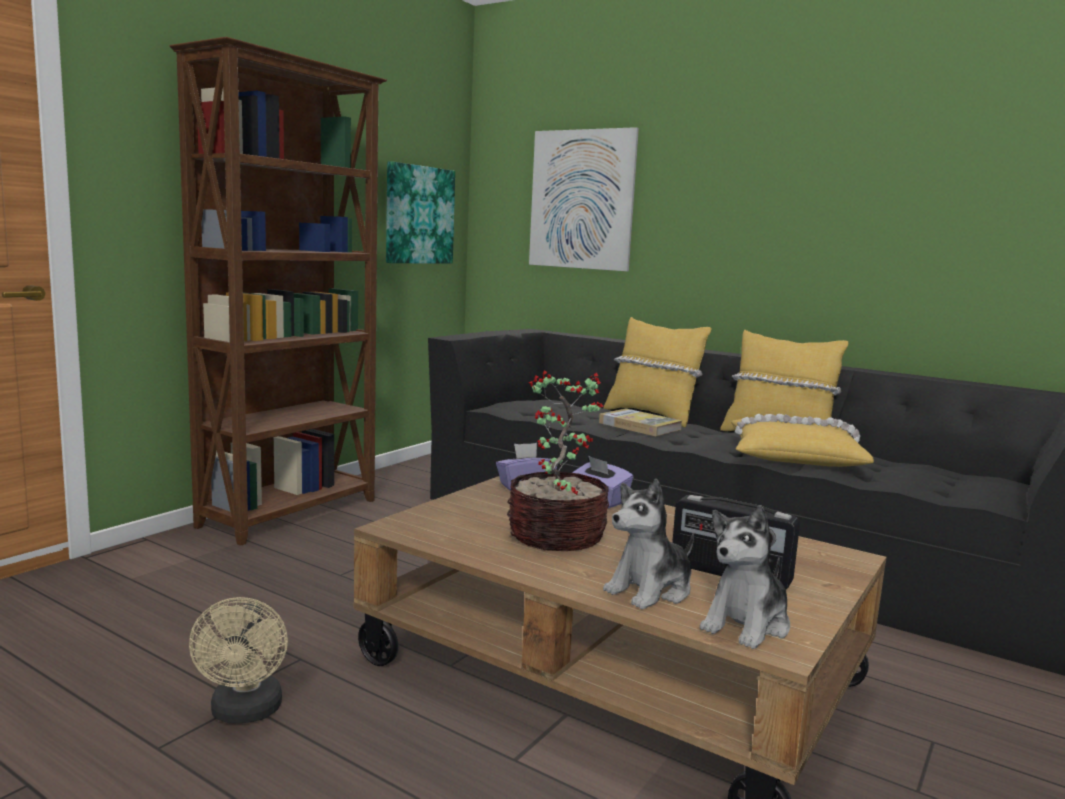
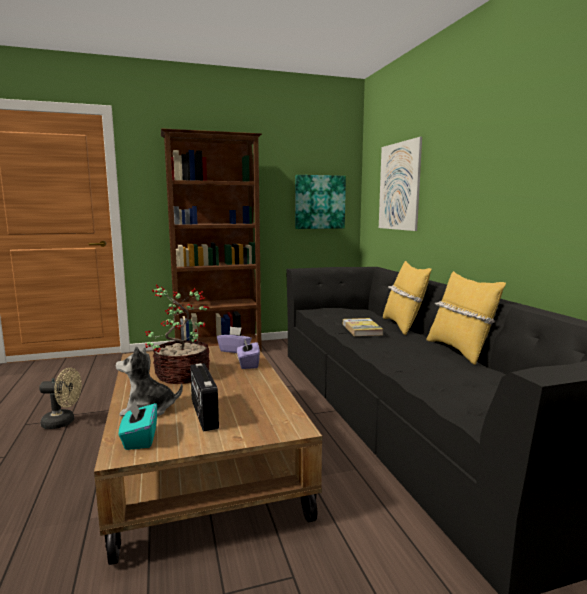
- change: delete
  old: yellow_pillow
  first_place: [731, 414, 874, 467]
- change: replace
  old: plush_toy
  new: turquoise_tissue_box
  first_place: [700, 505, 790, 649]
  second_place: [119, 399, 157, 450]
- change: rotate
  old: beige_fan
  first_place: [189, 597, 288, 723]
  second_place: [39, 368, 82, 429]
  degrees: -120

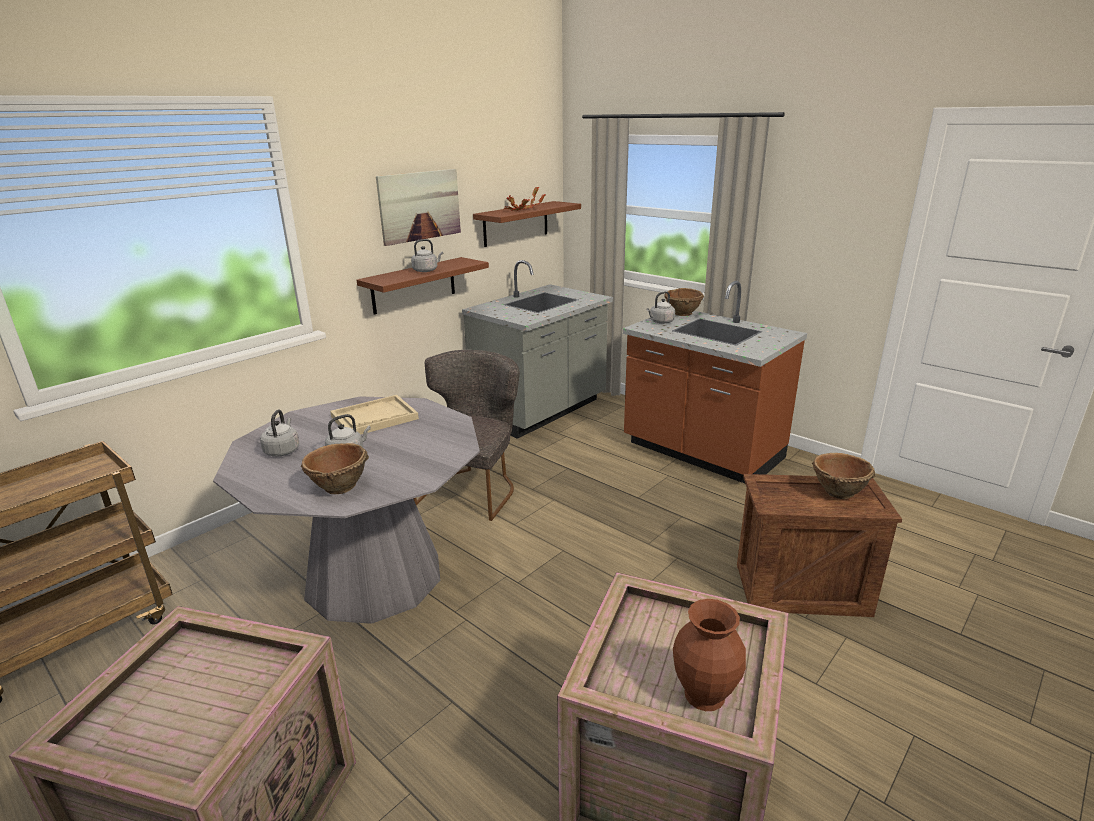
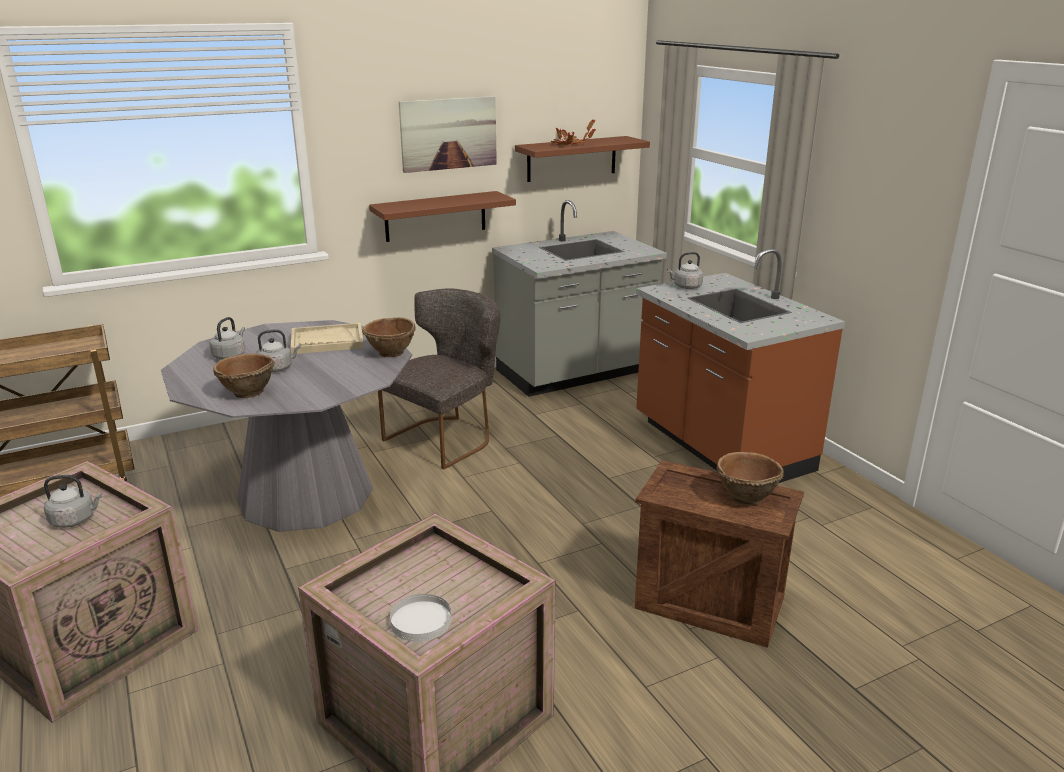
- change: move
  old: grey_kettle
  first_place: [411, 239, 443, 272]
  second_place: [44, 475, 102, 528]
- change: move
  old: brown_bowl
  first_place: [664, 288, 704, 316]
  second_place: [362, 317, 416, 357]
- change: replace
  old: brown_vase
  new: white_plate
  first_place: [673, 599, 746, 711]
  second_place: [390, 594, 451, 642]

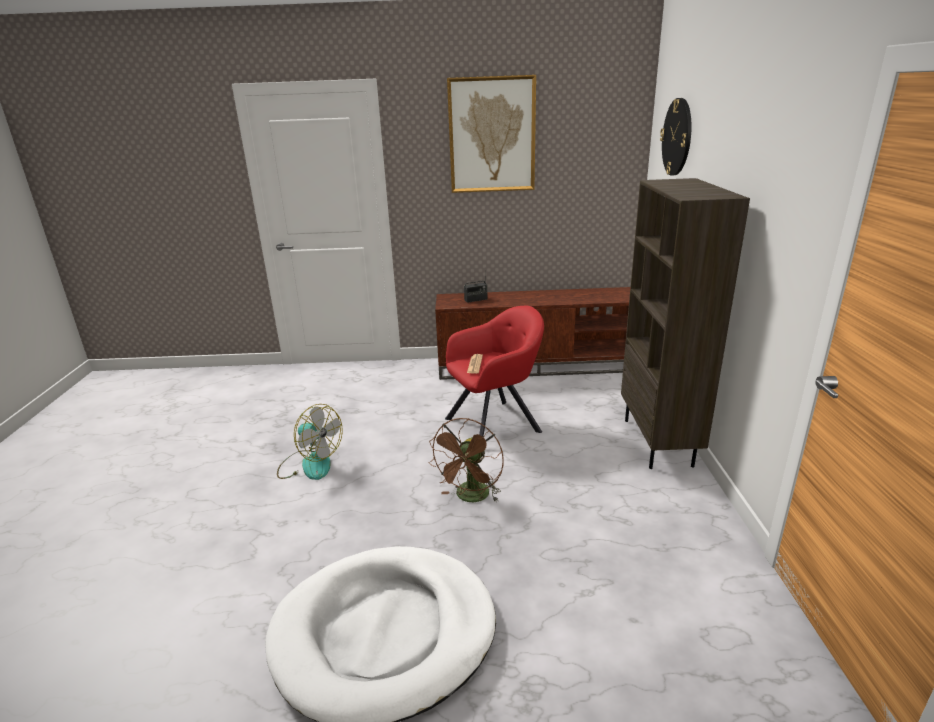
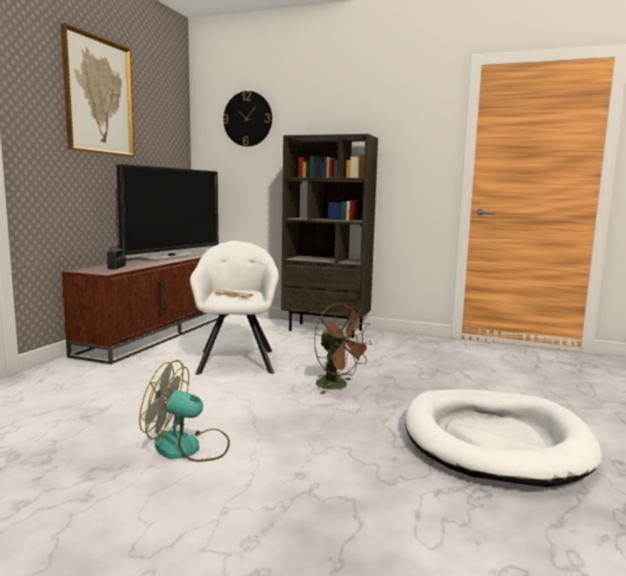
- change: recolor
  old: red_armchair
  new: white_armchair
  first_place: [445, 306, 544, 436]
  second_place: [190, 241, 279, 375]
- change: rotate
  old: fan
  first_place: [277, 404, 343, 480]
  second_place: [139, 360, 230, 462]
  degrees: -135
- change: insert
  new: television
  second_place: [116, 164, 218, 261]

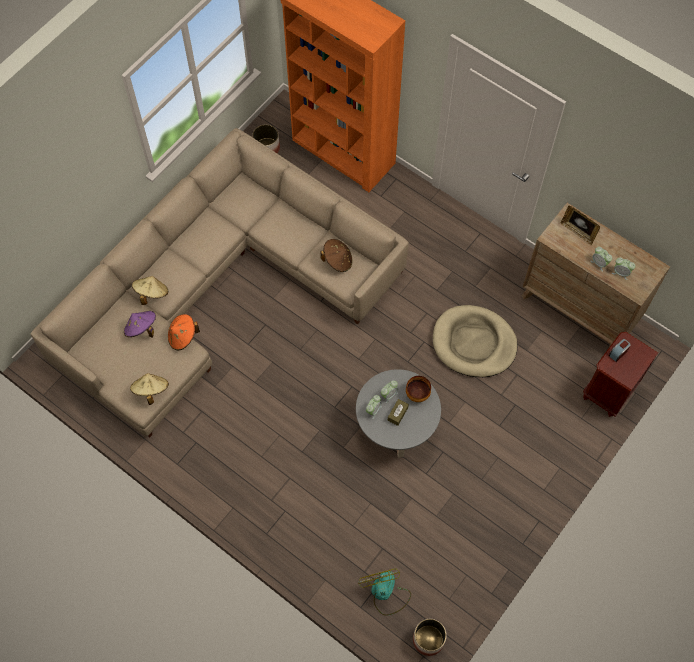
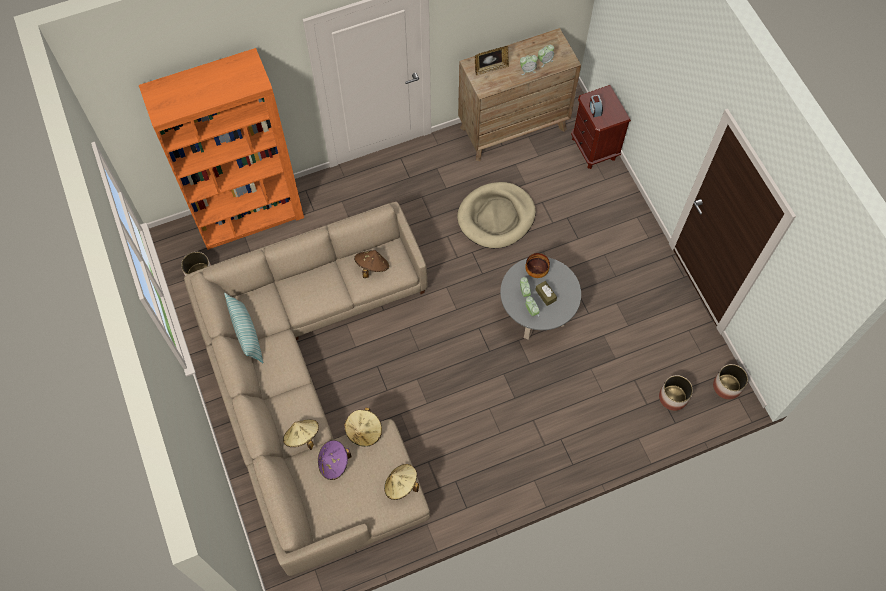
- change: recolor
  old: orange_hat
  new: beige_hat
  first_place: [168, 314, 200, 350]
  second_place: [345, 407, 382, 447]
- change: replace
  old: fan
  new: planter
  first_place: [358, 568, 411, 616]
  second_place: [659, 375, 693, 411]
- change: insert
  new: pillow
  second_place: [224, 293, 263, 363]

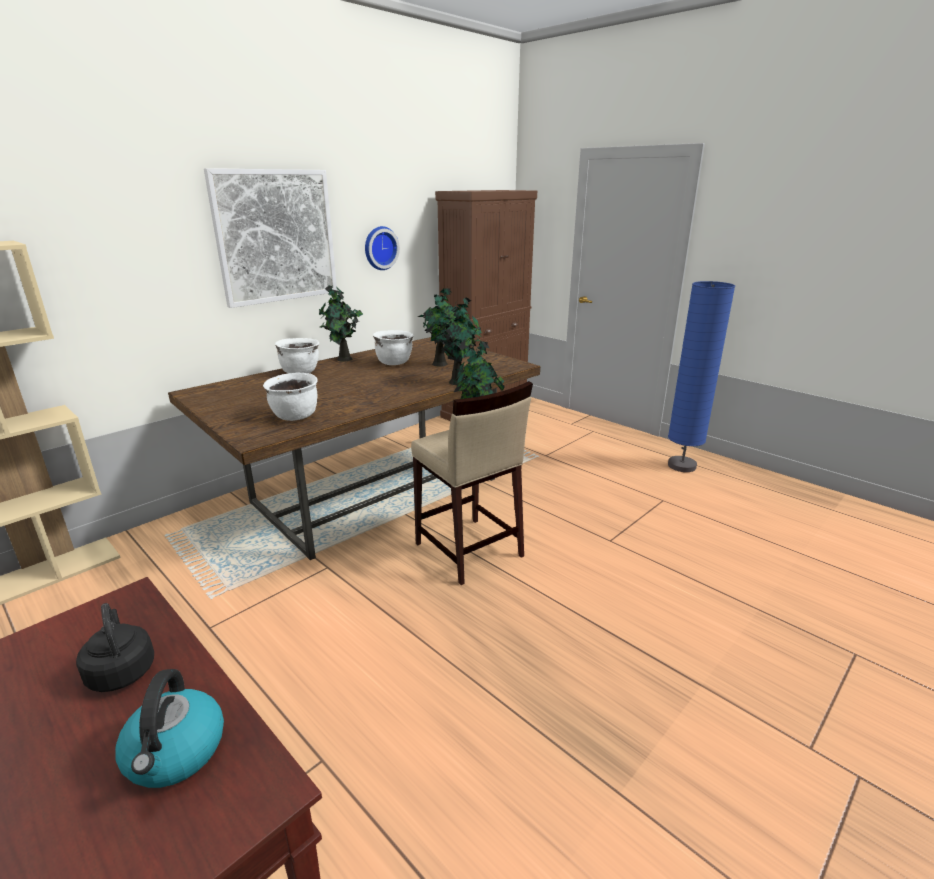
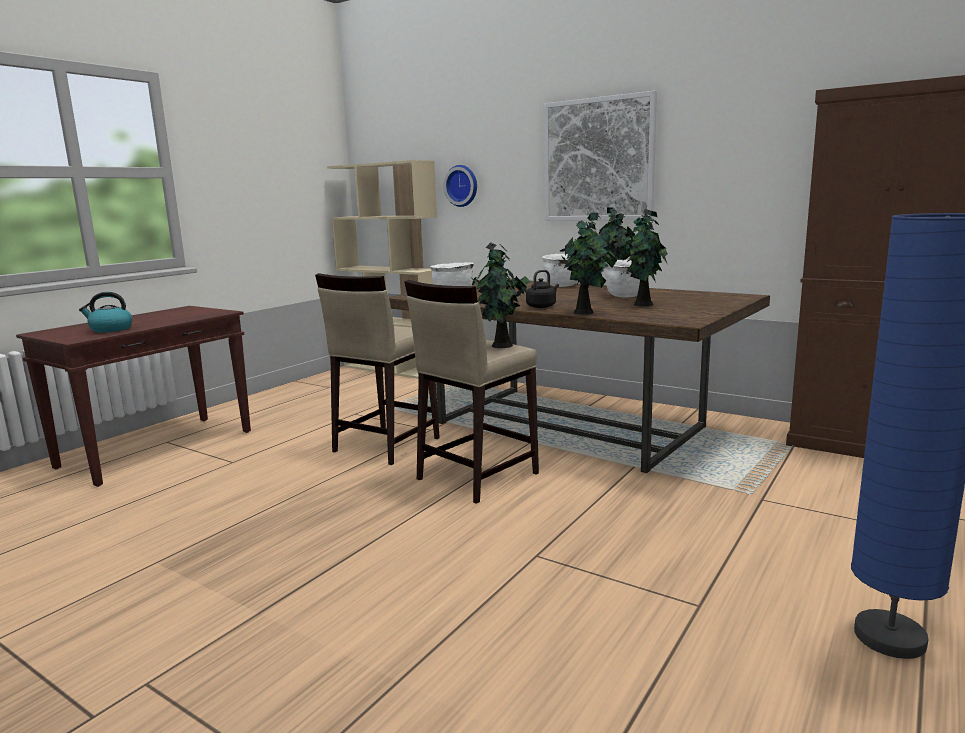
- change: move
  old: wall_clock
  first_place: [365, 226, 400, 270]
  second_place: [443, 165, 477, 207]
- change: move
  old: black_kettle
  first_place: [76, 603, 154, 692]
  second_place: [526, 270, 559, 308]
- change: insert
  new: beige_stool
  second_place: [315, 273, 440, 465]

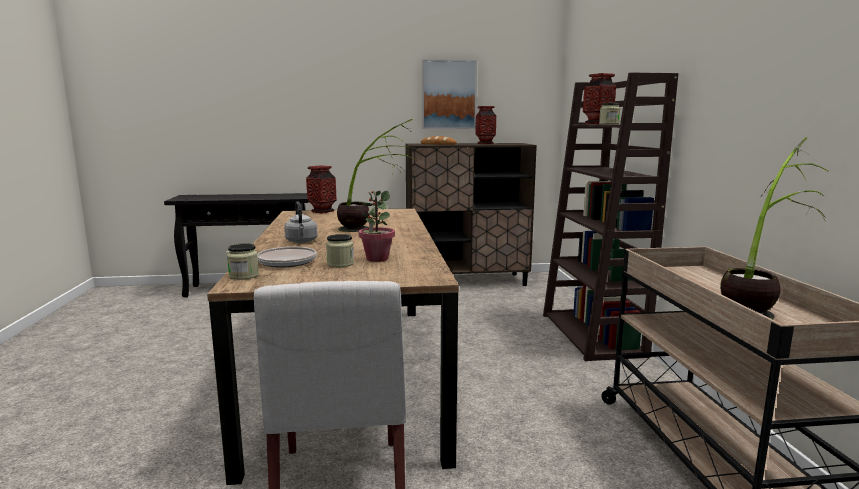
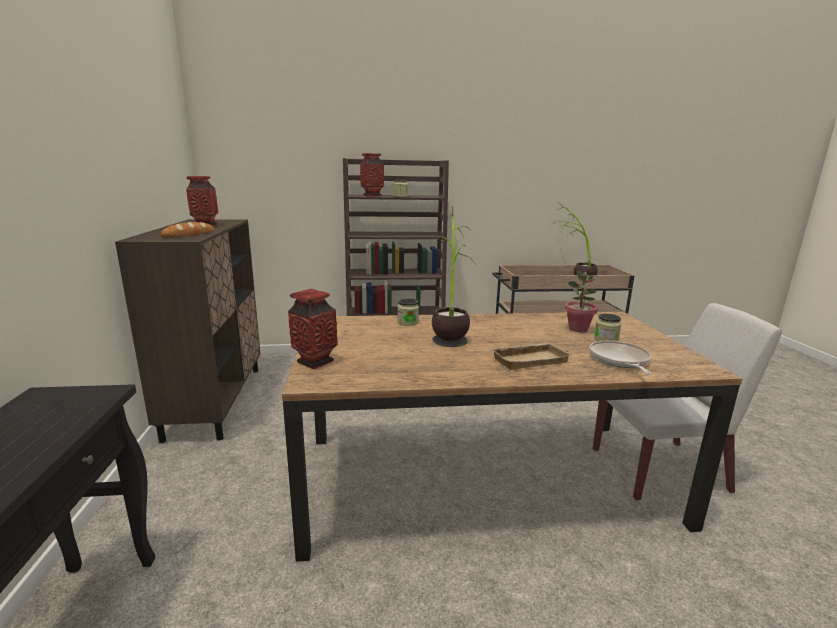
- change: delete
  old: picture
  first_place: [422, 60, 477, 129]
- change: replace
  old: grey_kettle
  new: beige_tray
  first_place: [284, 201, 318, 243]
  second_place: [491, 343, 571, 370]
- change: move
  old: jar
  first_place: [227, 243, 259, 280]
  second_place: [397, 298, 419, 326]

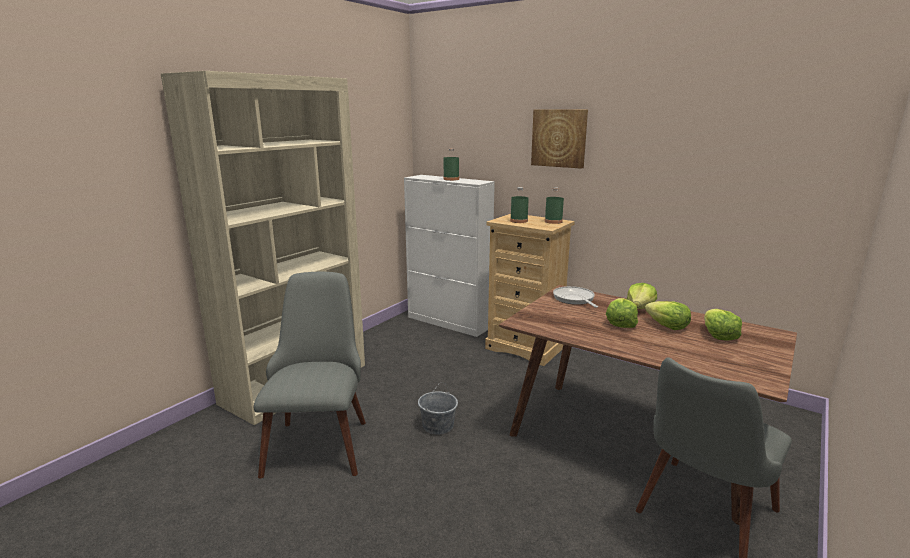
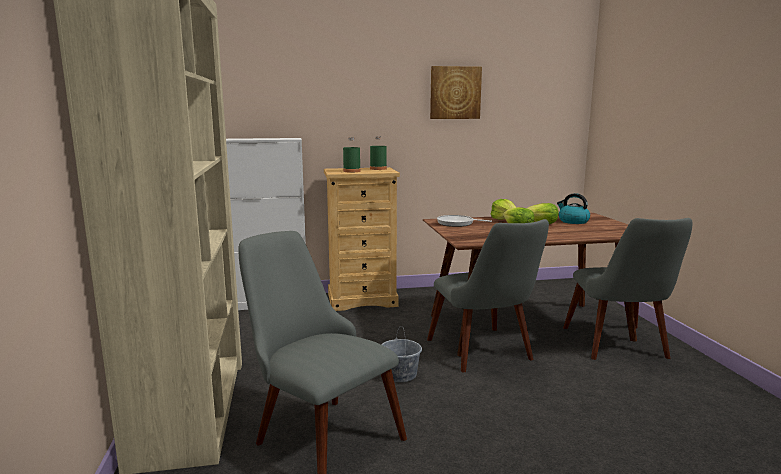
- change: move
  old: picture
  first_place: [531, 109, 588, 169]
  second_place: [430, 66, 482, 119]
- change: delete
  old: green_bottle
  first_place: [443, 148, 459, 181]
- change: replace
  old: lettuce
  new: kettle
  first_place: [704, 309, 742, 340]
  second_place: [557, 193, 590, 224]
- change: insert
  new: grey_chair
  second_place: [427, 219, 549, 372]

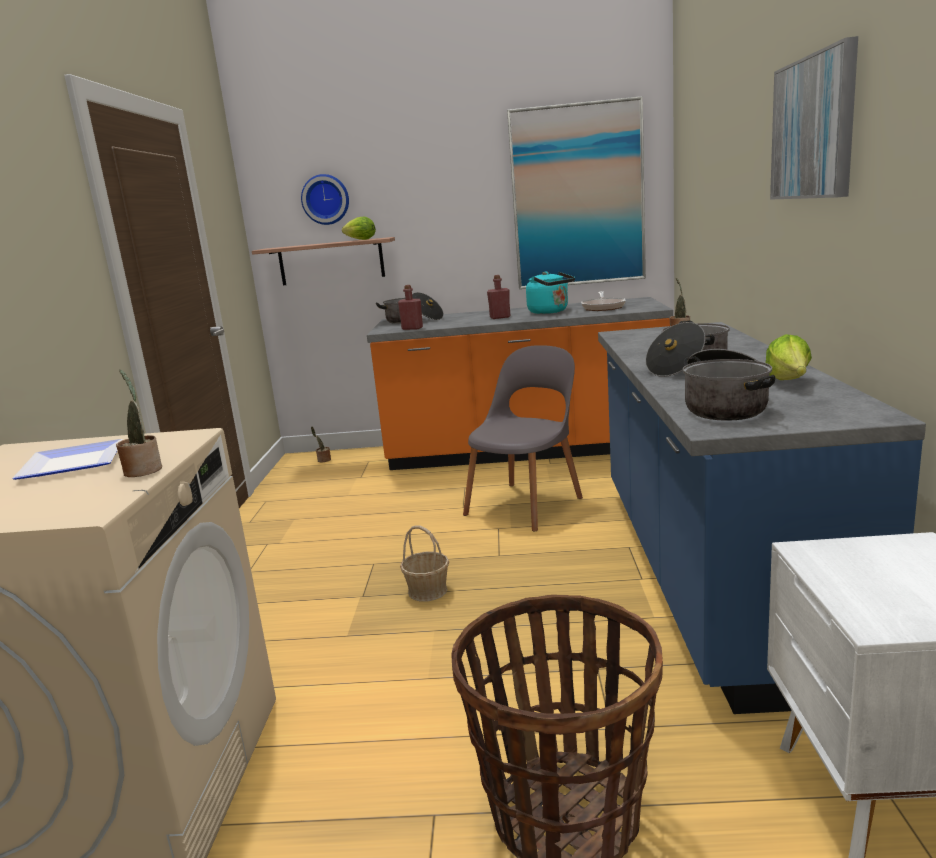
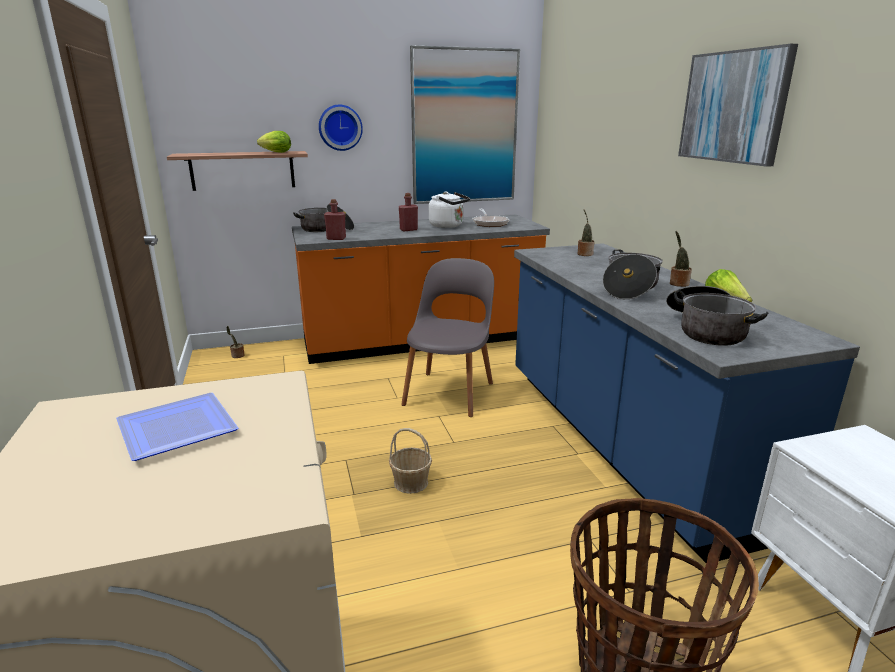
- change: move
  old: wall_clock
  first_place: [301, 174, 349, 225]
  second_place: [319, 105, 363, 151]
- change: recolor
  old: turquoise_kettle
  new: white_kettle
  first_place: [526, 271, 575, 314]
  second_place: [429, 191, 470, 228]
- change: move
  old: potted_plant
  first_place: [116, 369, 162, 477]
  second_place: [670, 231, 692, 287]

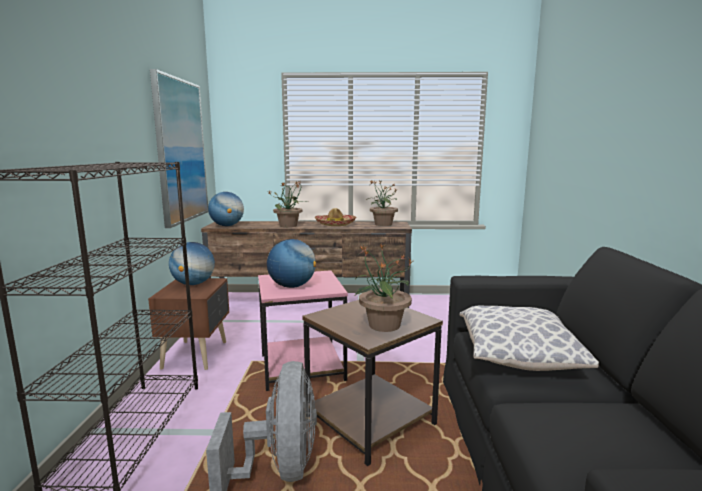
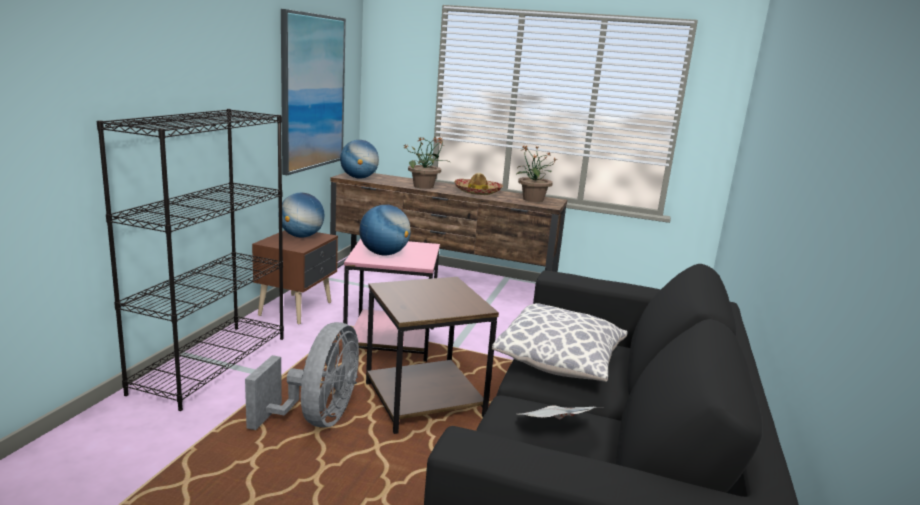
- change: delete
  old: potted_plant
  first_place: [355, 243, 413, 332]
- change: insert
  new: newspaper
  second_place: [518, 405, 597, 420]

